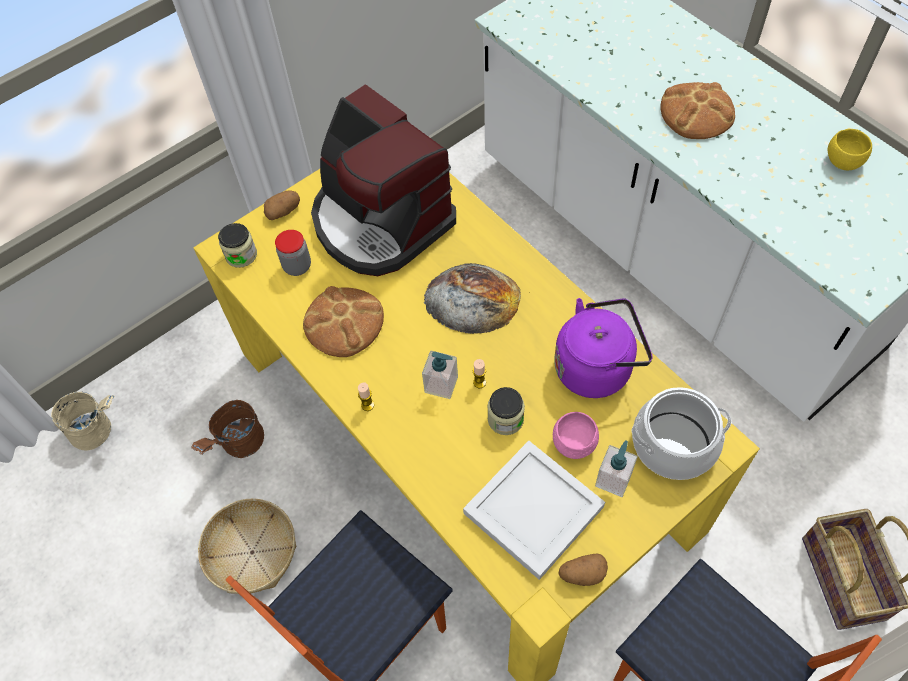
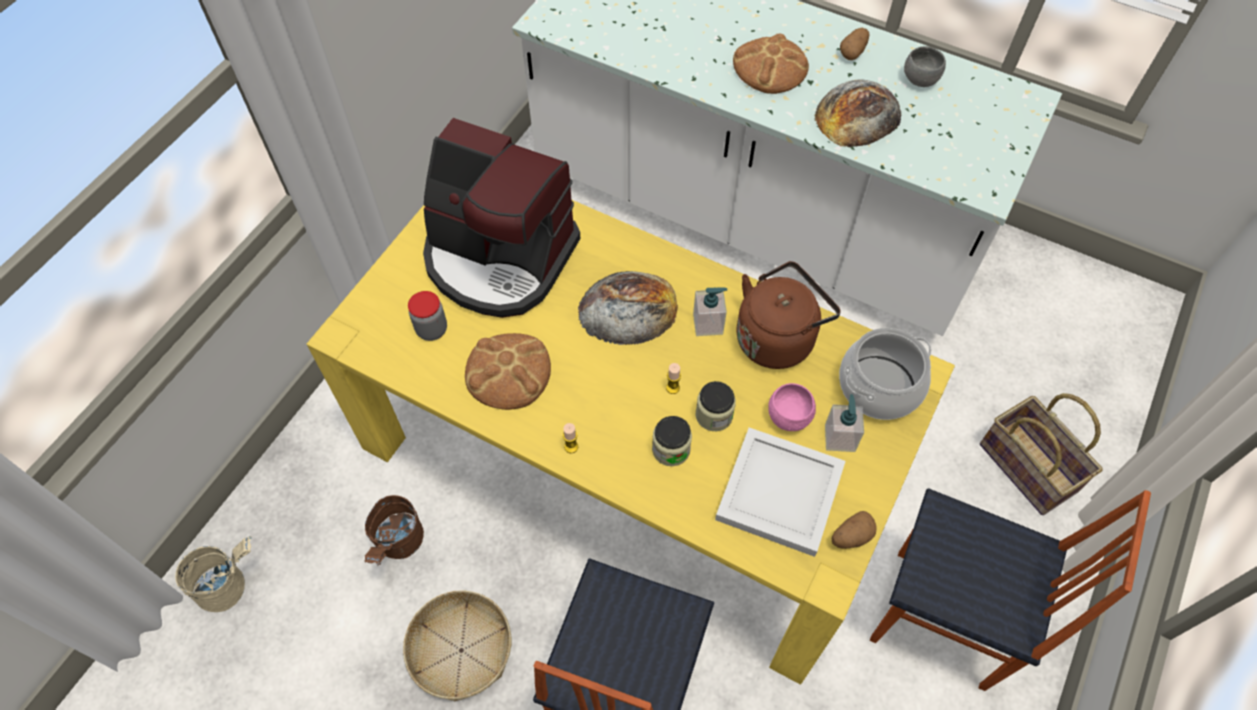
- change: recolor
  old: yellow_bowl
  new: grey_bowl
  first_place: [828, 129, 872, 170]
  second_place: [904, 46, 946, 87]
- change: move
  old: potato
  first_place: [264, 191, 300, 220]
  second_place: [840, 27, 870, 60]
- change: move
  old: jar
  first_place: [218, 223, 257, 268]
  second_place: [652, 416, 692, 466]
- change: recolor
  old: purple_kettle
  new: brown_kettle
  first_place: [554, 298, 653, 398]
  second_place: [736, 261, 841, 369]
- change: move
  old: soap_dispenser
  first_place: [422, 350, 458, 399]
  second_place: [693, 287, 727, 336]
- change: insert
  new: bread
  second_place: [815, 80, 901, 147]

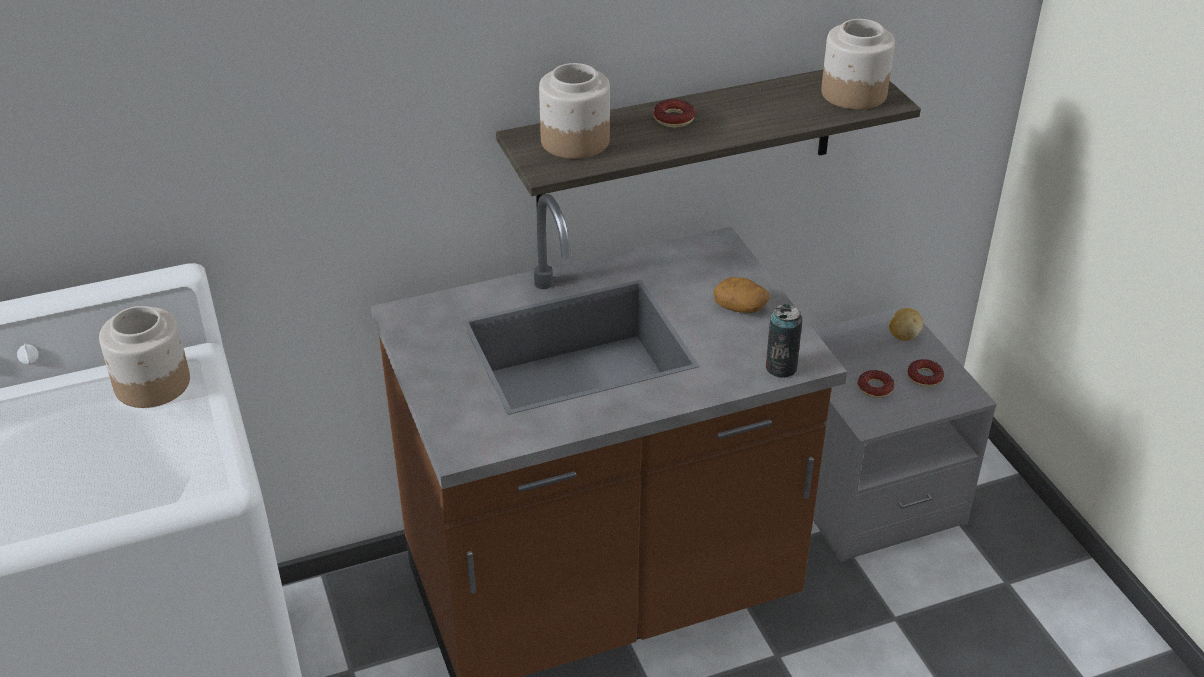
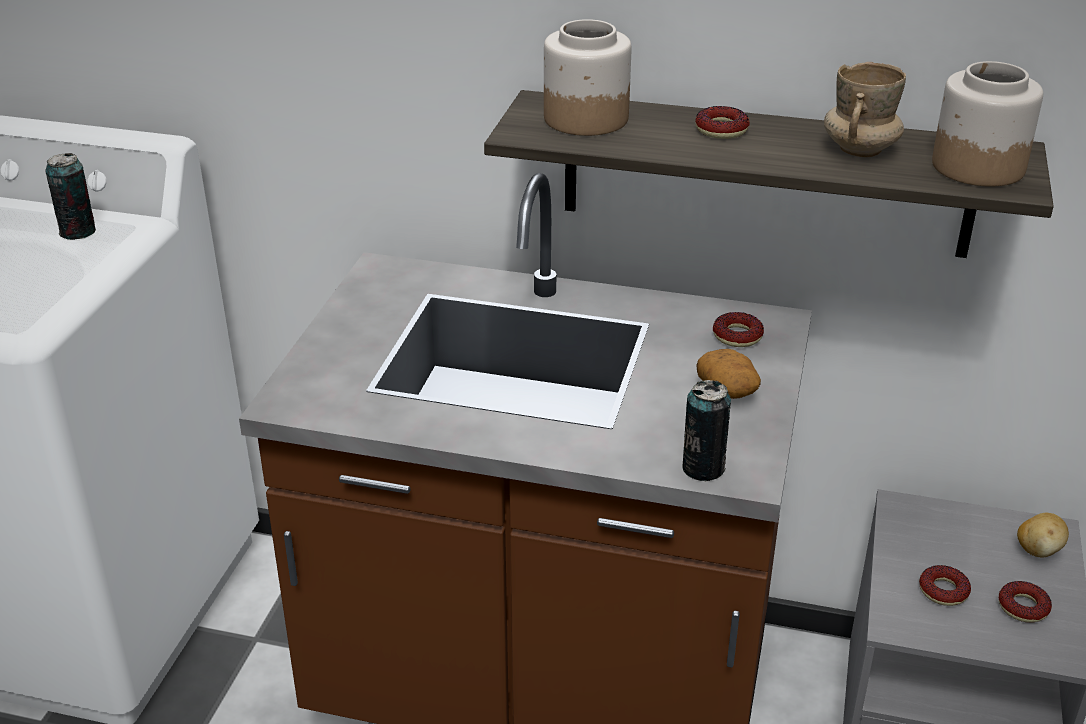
- change: replace
  old: jar
  new: can
  first_place: [99, 306, 190, 408]
  second_place: [45, 153, 96, 240]
- change: insert
  new: beige_mug
  second_place: [824, 62, 906, 157]
- change: insert
  new: donut
  second_place: [713, 312, 764, 347]

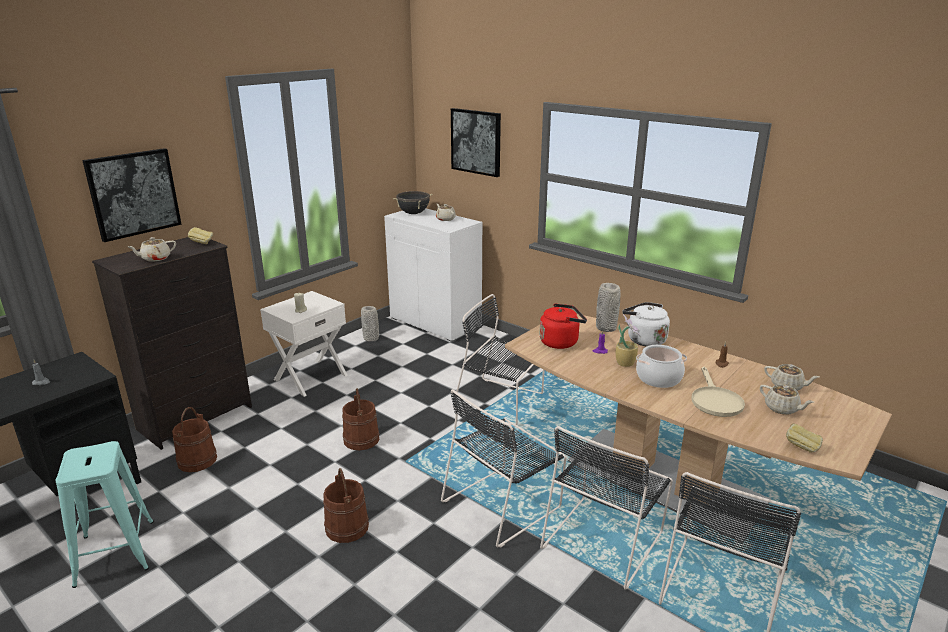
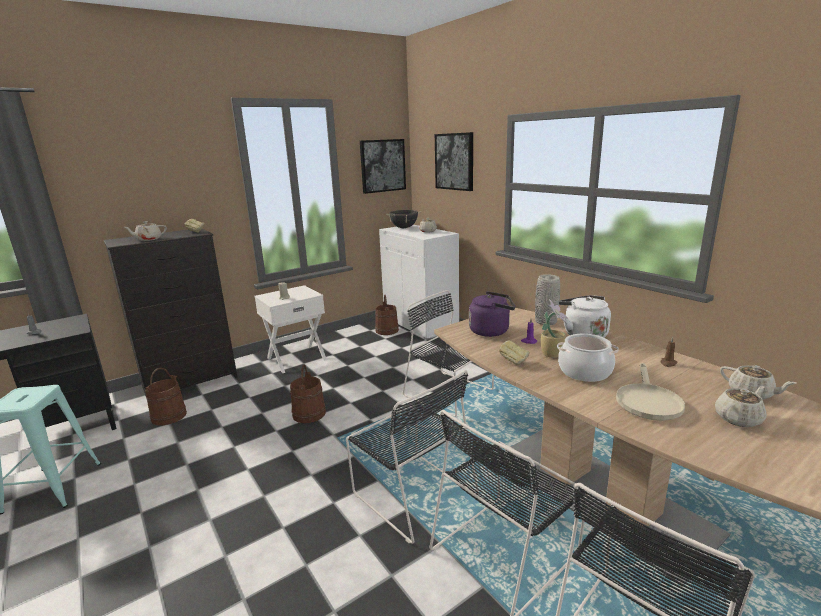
- change: move
  old: picture
  first_place: [82, 148, 182, 242]
  second_place: [360, 139, 406, 194]
- change: recolor
  old: red_kettle
  new: purple_kettle
  first_place: [539, 304, 587, 349]
  second_place: [469, 291, 516, 337]
- change: delete
  old: grey_vase
  first_place: [361, 306, 379, 342]
- change: rotate
  old: beige_teapot
  first_place: [760, 385, 814, 415]
  second_place: [715, 386, 767, 427]
  degrees: -90
- change: rotate
  old: black_chair
  first_place: [441, 389, 566, 547]
  second_place: [346, 370, 479, 544]
  degrees: -105
- change: move
  old: bread
  first_place: [786, 423, 823, 453]
  second_place: [499, 340, 530, 365]
- change: move
  old: brown_bucket
  first_place: [323, 468, 369, 543]
  second_place: [375, 294, 399, 335]

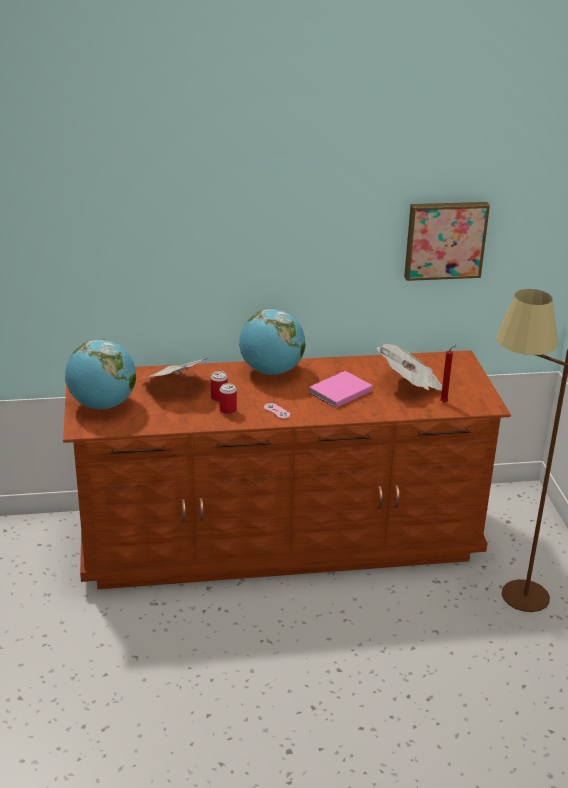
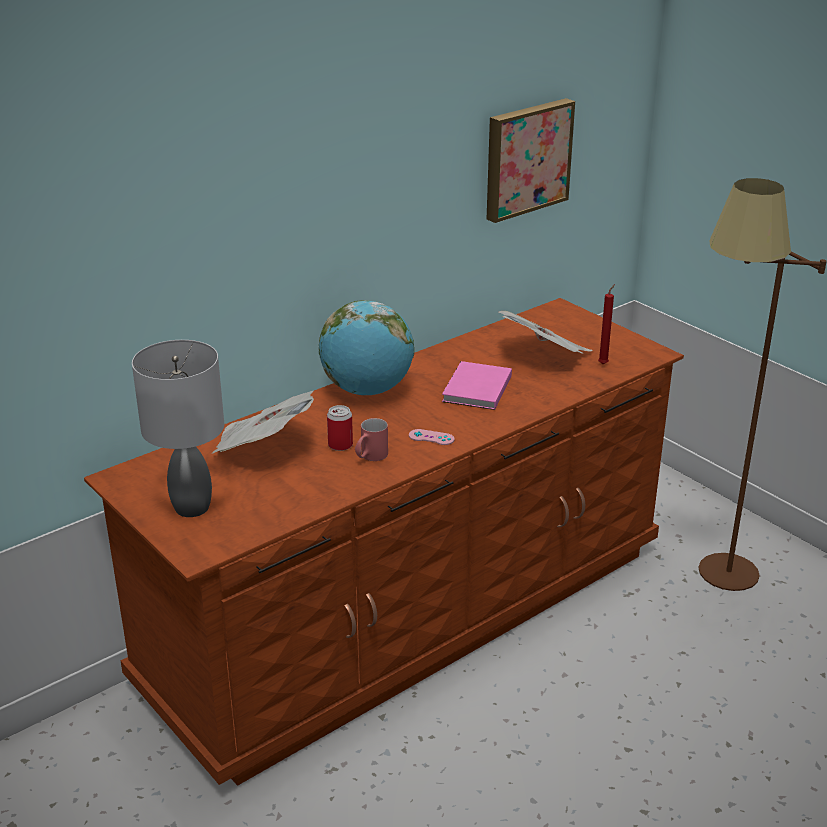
- change: replace
  old: globe
  new: grey_table_lamp
  first_place: [65, 339, 136, 409]
  second_place: [132, 340, 224, 517]
- change: replace
  old: can
  new: red_mug
  first_place: [219, 383, 237, 414]
  second_place: [355, 418, 388, 461]

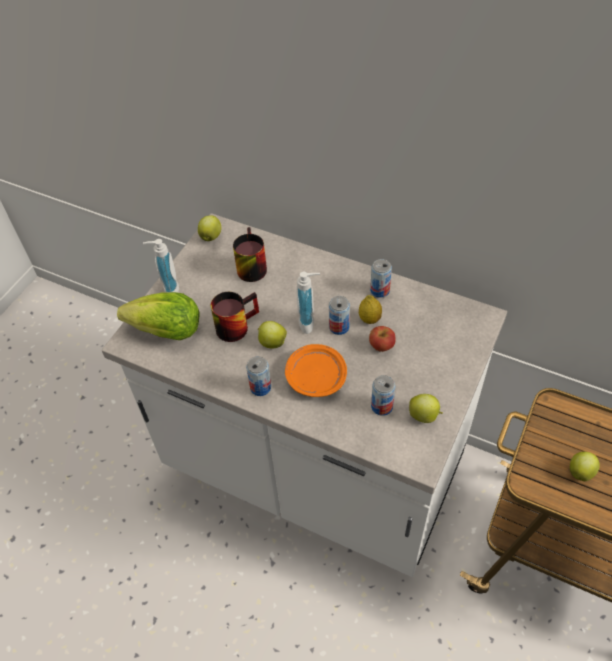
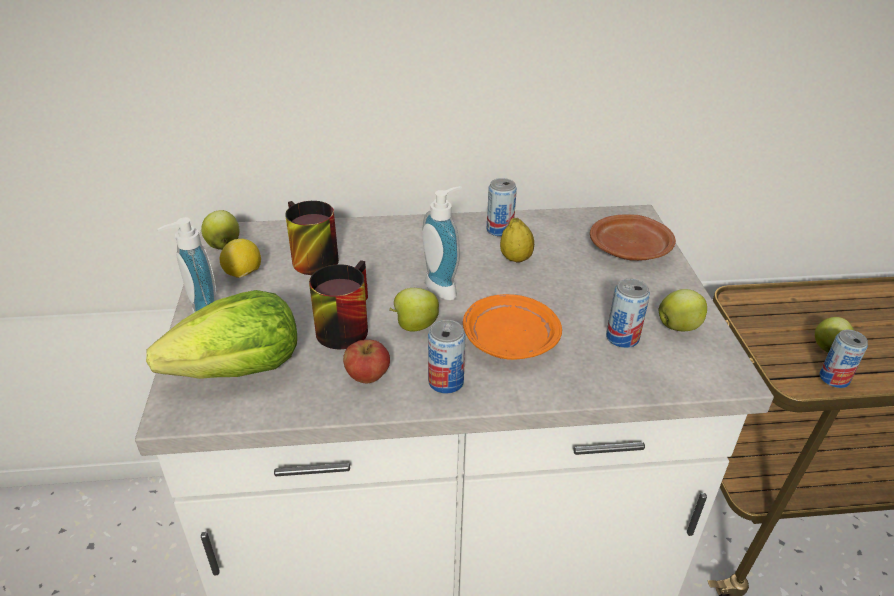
- change: move
  old: can
  first_place: [329, 296, 350, 335]
  second_place: [819, 329, 868, 388]
- change: move
  old: apple
  first_place: [369, 326, 396, 352]
  second_place: [343, 340, 390, 383]
- change: insert
  new: brown_plate
  second_place: [590, 214, 676, 261]
- change: insert
  new: lemon
  second_place: [220, 239, 261, 278]

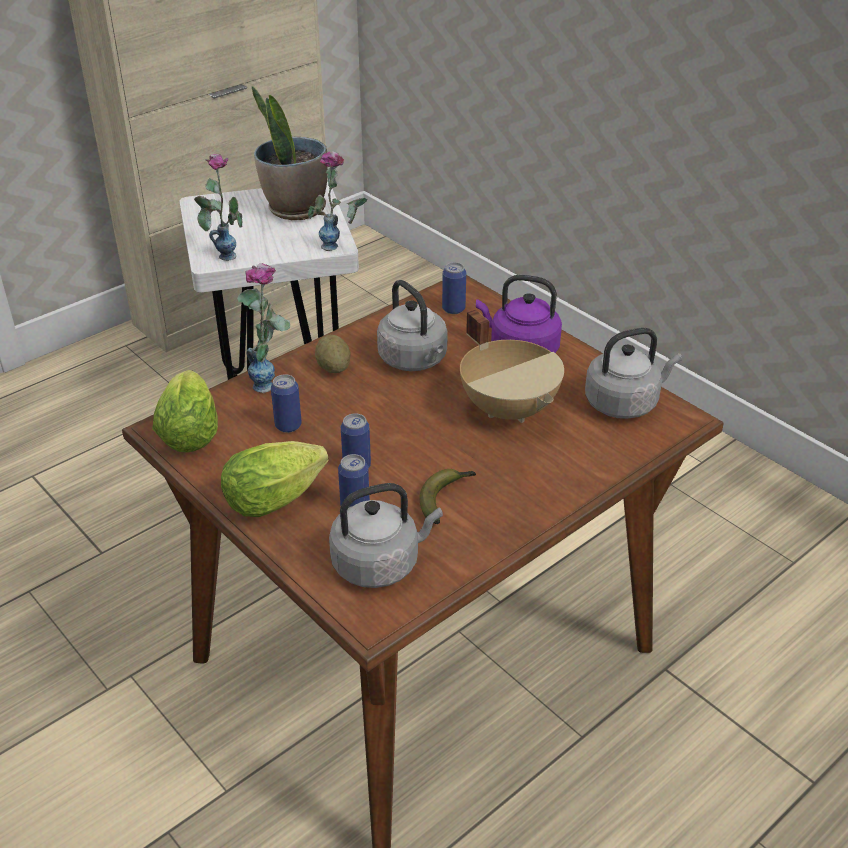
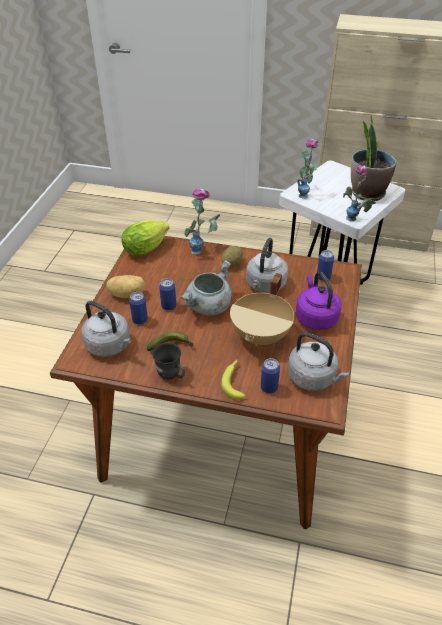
- change: move
  old: can
  first_place: [271, 374, 302, 433]
  second_place: [261, 358, 280, 393]
- change: replace
  old: lettuce
  new: potato
  first_place: [221, 441, 329, 517]
  second_place: [106, 275, 145, 298]
- change: insert
  new: grey_cooking_pot
  second_place: [180, 260, 232, 316]
- change: insert
  new: grey_mug
  second_place: [152, 342, 185, 379]
- change: insert
  new: banana
  second_place: [221, 359, 245, 400]

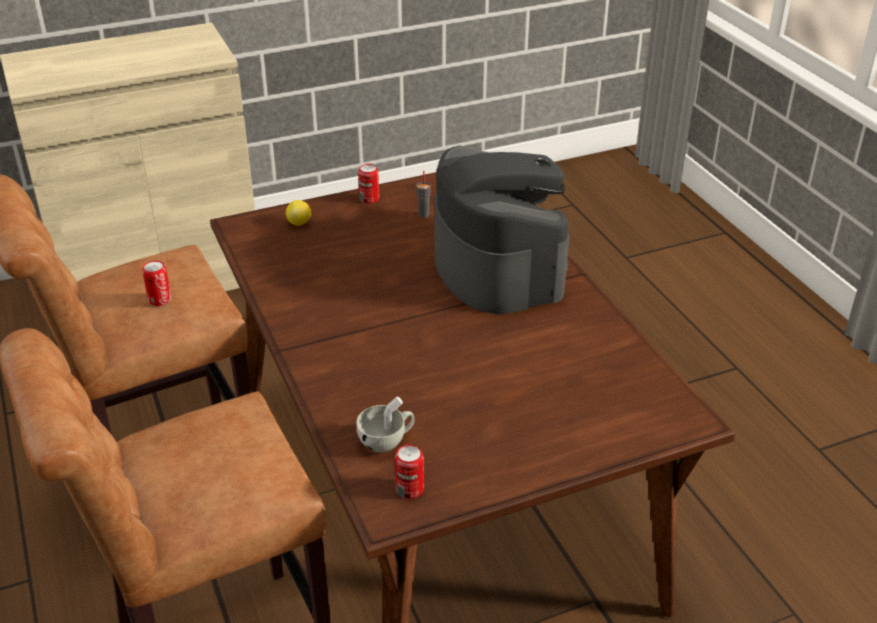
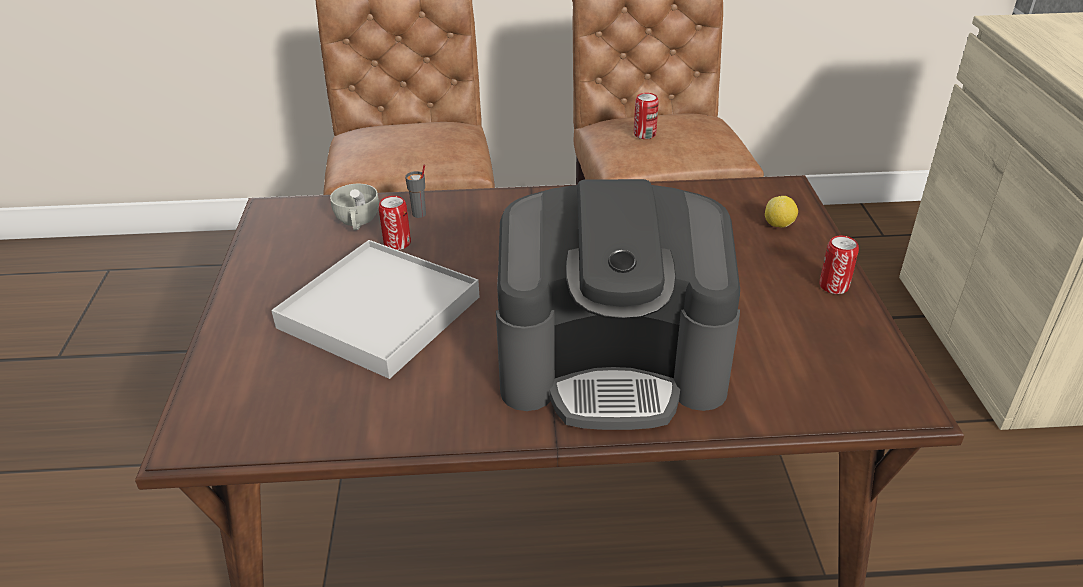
- change: move
  old: grey_cup
  first_place: [416, 171, 431, 218]
  second_place: [405, 165, 426, 218]
- change: move
  old: can
  first_place: [395, 445, 424, 499]
  second_place: [379, 196, 411, 250]
- change: insert
  new: white_tray
  second_place: [271, 240, 480, 379]

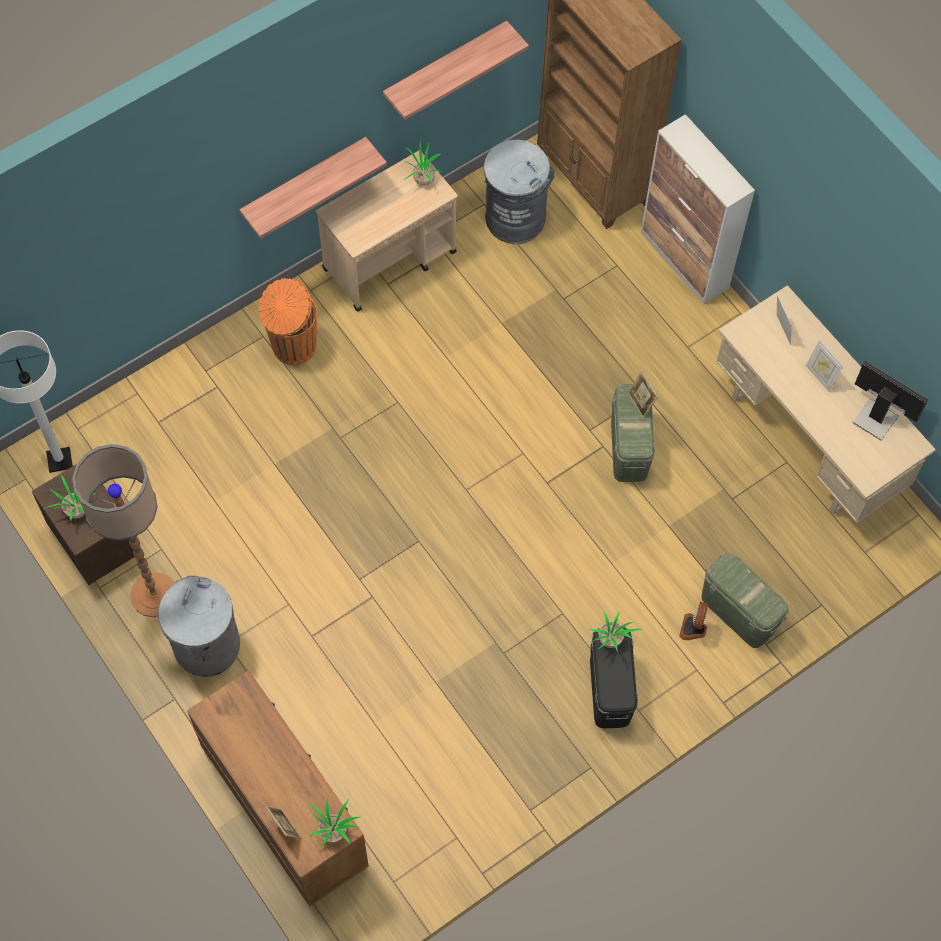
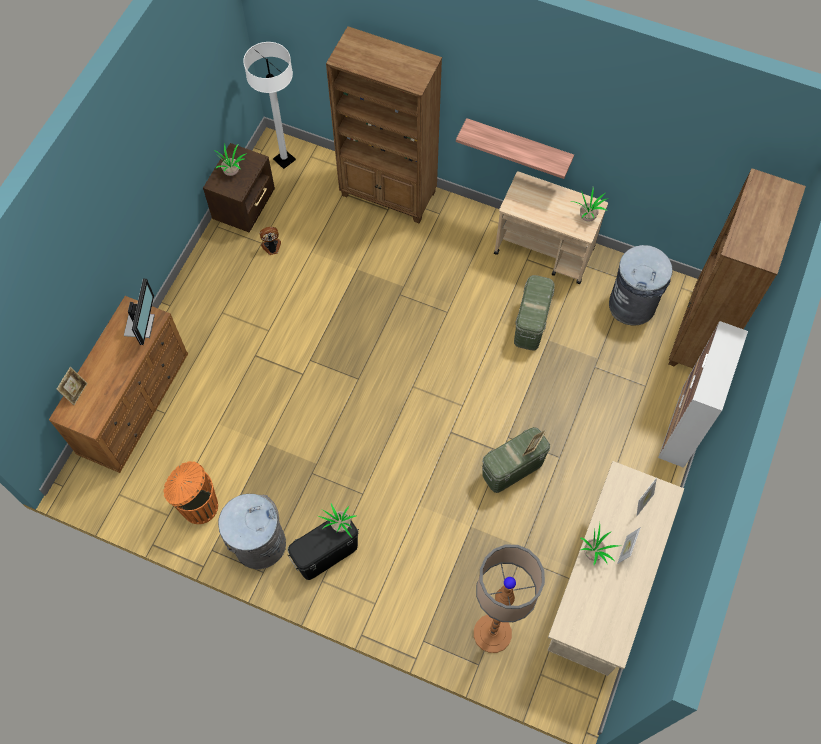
- change: delete
  old: shelf
  first_place: [383, 21, 529, 120]
- change: move
  old: orange_trash_can
  first_place: [259, 278, 317, 365]
  second_place: [163, 461, 218, 524]
- change: move
  old: monitor
  first_place: [852, 361, 928, 441]
  second_place: [124, 279, 155, 345]
- change: move
  old: floor_lamp
  first_place: [72, 444, 174, 617]
  second_place: [474, 545, 545, 653]
- change: move
  old: green_storage_box
  first_place: [702, 553, 789, 648]
  second_place: [514, 275, 555, 351]
- change: move
  old: grey_trash_can
  first_place: [158, 576, 240, 677]
  second_place: [218, 494, 286, 569]
- change: move
  old: fan
  first_place: [679, 602, 708, 640]
  second_place: [259, 227, 281, 255]
- change: move
  old: potted_plant
  first_place: [308, 797, 360, 845]
  second_place: [580, 524, 620, 566]
- change: insert
  new: brown_bookcase
  second_place: [326, 26, 442, 223]

